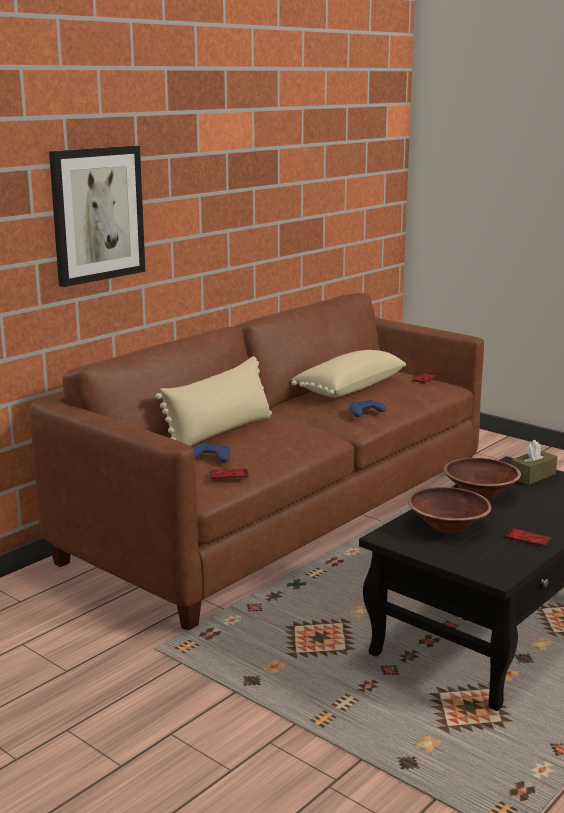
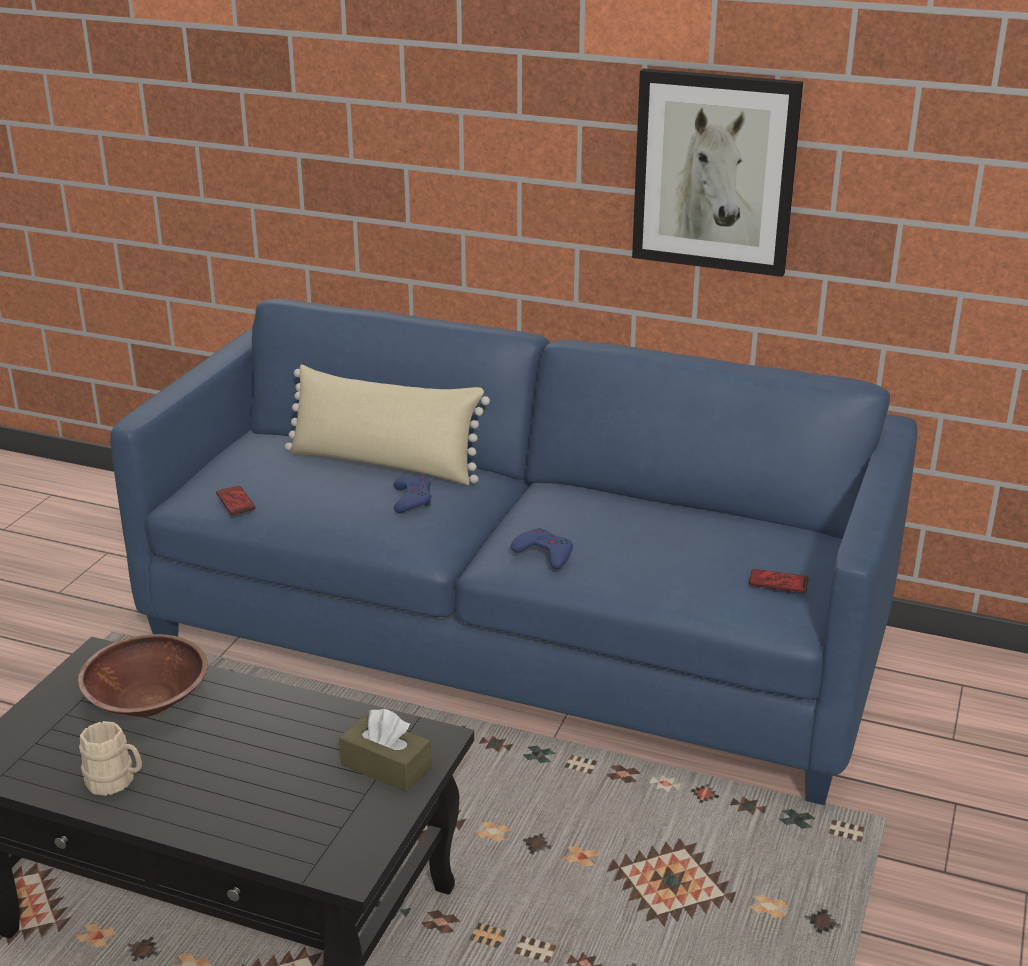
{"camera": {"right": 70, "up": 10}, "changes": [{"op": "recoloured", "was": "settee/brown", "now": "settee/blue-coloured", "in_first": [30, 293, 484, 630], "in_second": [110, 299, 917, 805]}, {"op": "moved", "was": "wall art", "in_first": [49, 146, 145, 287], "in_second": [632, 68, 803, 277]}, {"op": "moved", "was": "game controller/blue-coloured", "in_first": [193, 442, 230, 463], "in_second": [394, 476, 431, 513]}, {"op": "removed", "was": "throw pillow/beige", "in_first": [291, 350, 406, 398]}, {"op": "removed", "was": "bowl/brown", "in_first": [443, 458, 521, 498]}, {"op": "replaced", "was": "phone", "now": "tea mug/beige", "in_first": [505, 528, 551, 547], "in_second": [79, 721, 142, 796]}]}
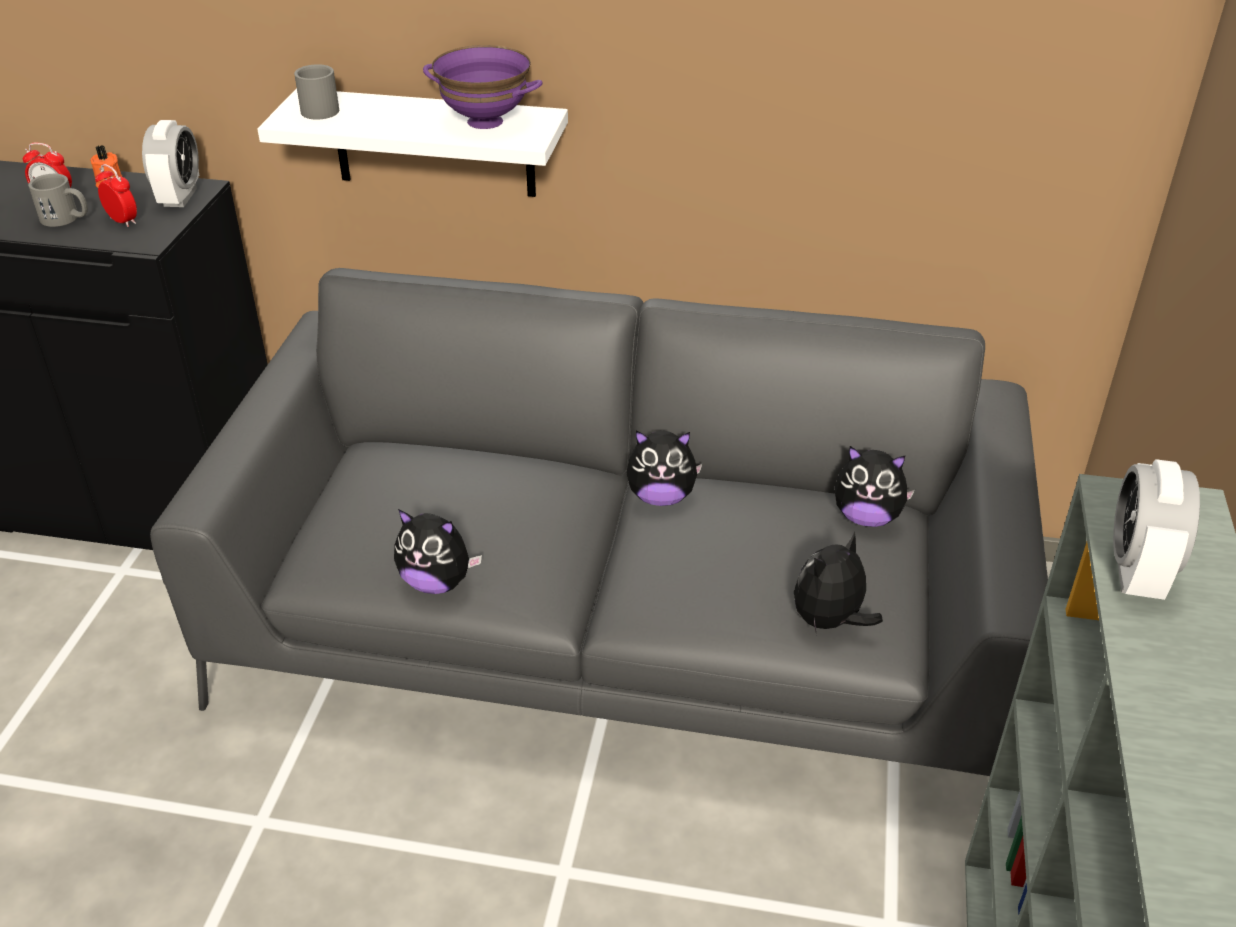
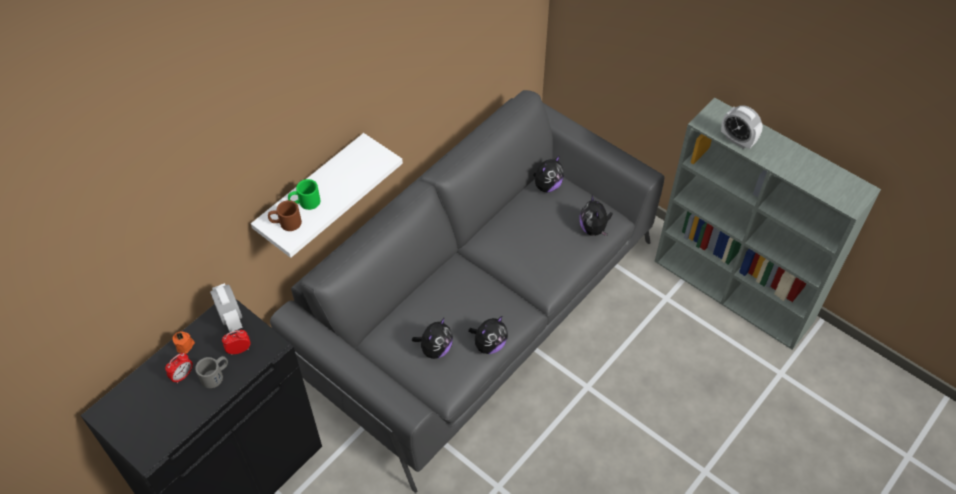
{"camera": {"right": -60, "up": 15}, "changes": [{"op": "turned", "was": "bedside clock", "in_first": [142, 120, 199, 207], "in_second": [210, 283, 243, 332], "clockwise": -150}, {"op": "recoloured", "was": "tea mug/grey", "now": "tea mug/brown", "in_first": [294, 64, 339, 120], "in_second": [268, 200, 302, 231]}, {"op": "removed", "was": "bowl/purple-coloured", "in_first": [423, 45, 543, 129]}, {"op": "moved", "was": "plush toy", "in_first": [626, 431, 703, 506], "in_second": [412, 317, 453, 359]}, {"op": "added", "now": "tea mug/greenish", "in_second": [288, 179, 321, 210]}]}
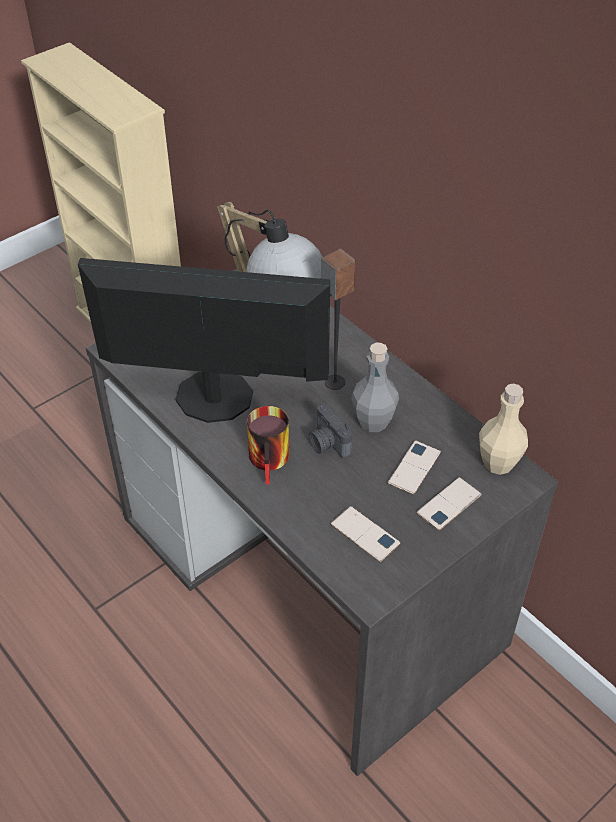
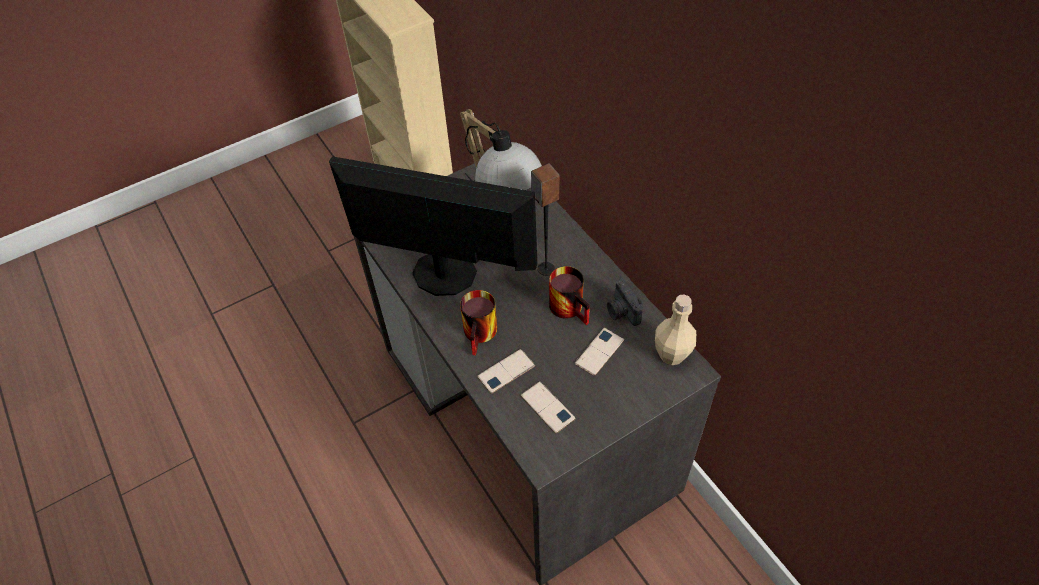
{"camera": {"right": 10, "up": 5}, "changes": [{"op": "moved", "was": "still camera", "in_first": [309, 404, 352, 458], "in_second": [607, 279, 643, 326]}, {"op": "replaced", "was": "beverage bottle/grey", "now": "tea mug", "in_first": [351, 343, 399, 432], "in_second": [549, 266, 590, 325]}, {"op": "moved", "was": "phone", "in_first": [417, 477, 482, 531], "in_second": [477, 349, 535, 394]}]}
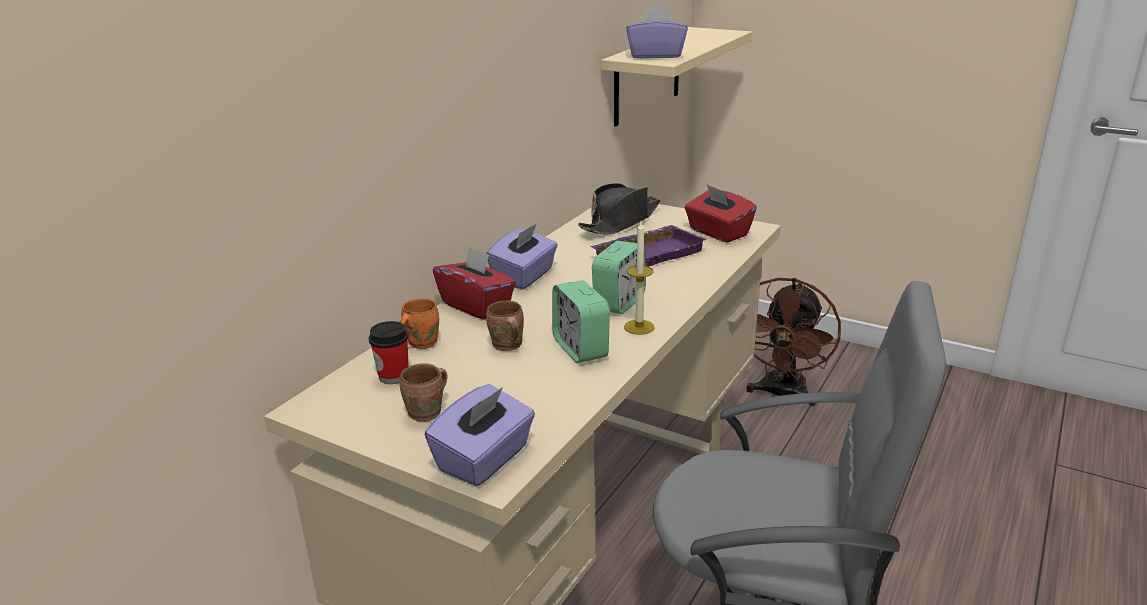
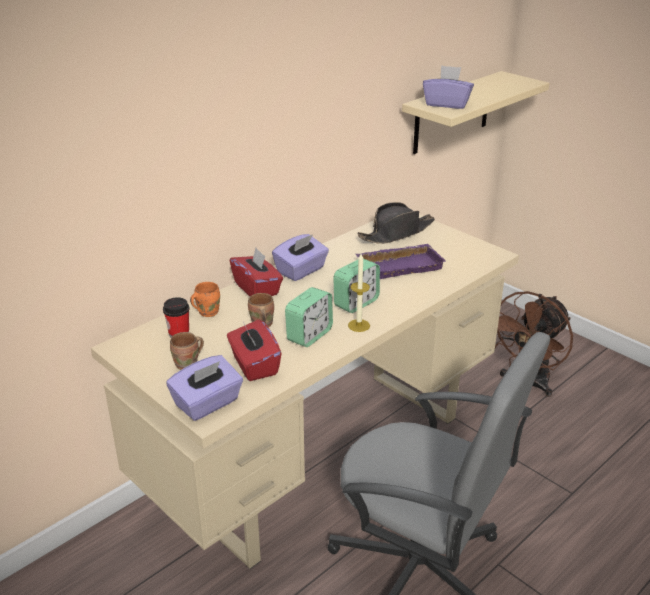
{"camera": {"right": 15, "up": 5}, "changes": [{"op": "turned", "was": "bedside clock", "in_first": [552, 280, 610, 363], "in_second": [285, 287, 333, 347], "clockwise": -135}, {"op": "moved", "was": "tissue holder/red-coloured", "in_first": [685, 185, 757, 243], "in_second": [227, 319, 281, 381]}]}
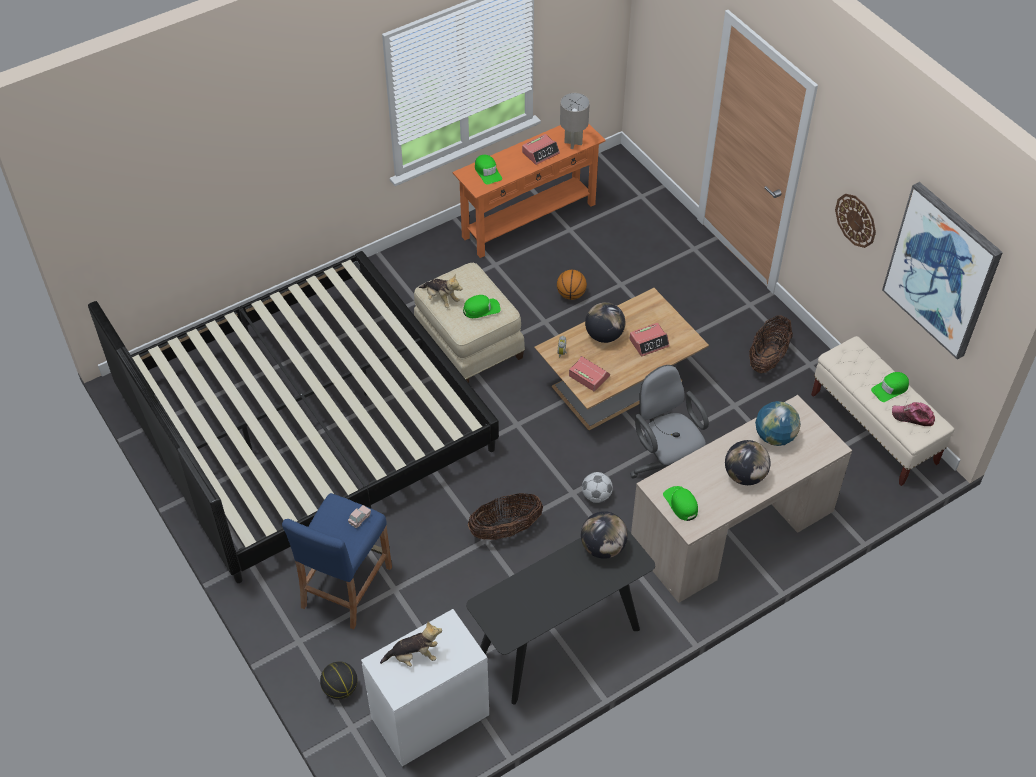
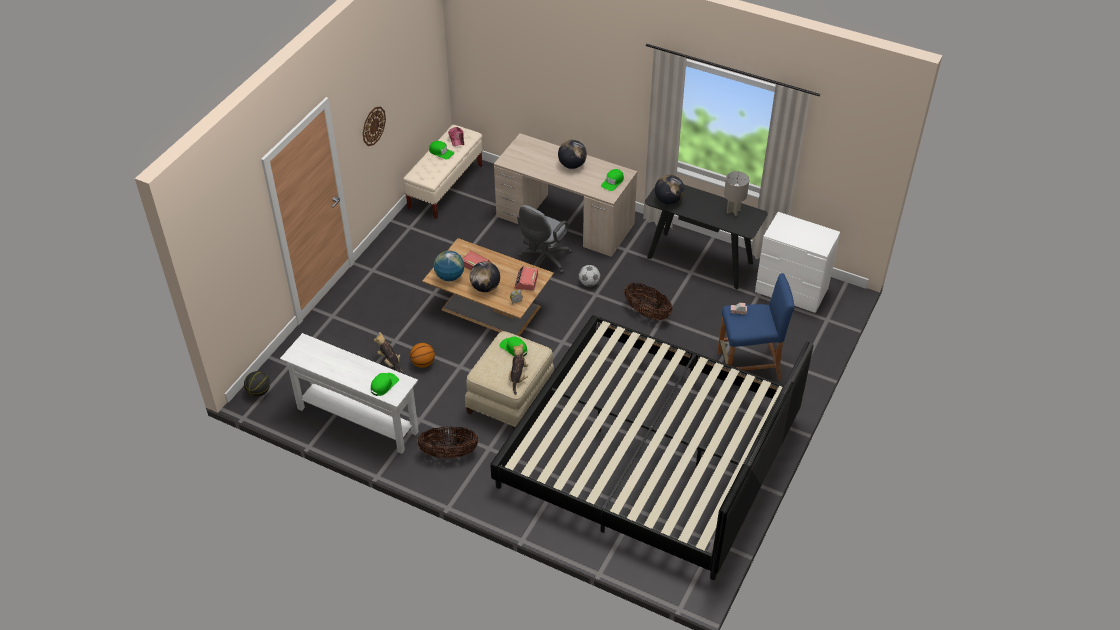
{"camera": {"right": -120, "up": -5}, "changes": [{"op": "moved", "was": "ball for basketball", "in_first": [320, 661, 358, 699], "in_second": [244, 371, 270, 397]}, {"op": "moved", "was": "plush toy", "in_first": [380, 621, 442, 667], "in_second": [374, 332, 404, 374]}, {"op": "recoloured", "was": "console table/orangey", "now": "console table/whitish", "in_first": [453, 124, 606, 258], "in_second": [280, 333, 419, 454]}, {"op": "removed", "was": "bedside clock", "in_first": [522, 134, 560, 165]}, {"op": "moved", "was": "table lamp/grey", "in_first": [560, 93, 590, 149], "in_second": [724, 171, 749, 216]}, {"op": "moved", "was": "storage basket", "in_first": [749, 315, 793, 373], "in_second": [417, 426, 478, 459]}, {"op": "moved", "was": "desk globe", "in_first": [755, 401, 801, 446], "in_second": [434, 251, 464, 281]}, {"op": "removed", "was": "wall art", "in_first": [882, 182, 1003, 360]}]}
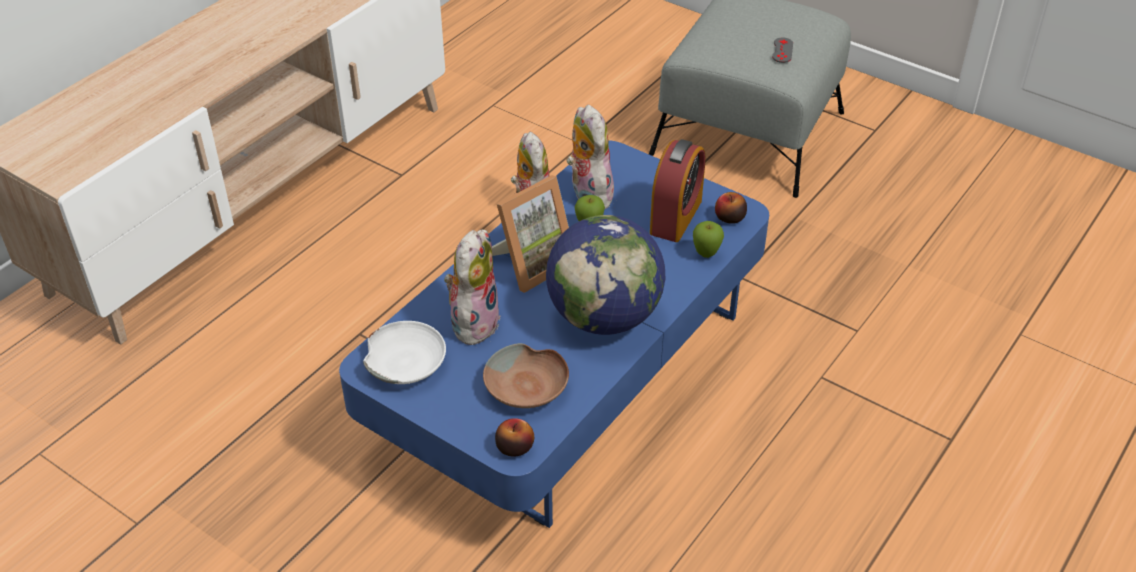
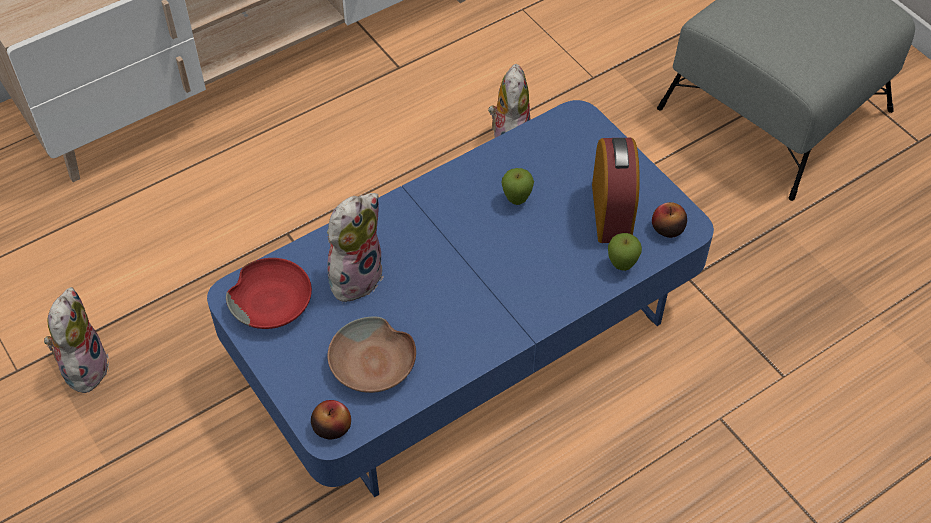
{"camera": {"right": 20, "up": 10}, "changes": [{"op": "recoloured", "was": "bowl/whitish", "now": "bowl/red-coloured", "in_first": [363, 321, 446, 384], "in_second": [226, 258, 312, 329]}, {"op": "removed", "was": "standing frame", "in_first": [492, 175, 569, 293]}, {"op": "removed", "was": "desk globe", "in_first": [546, 215, 665, 335]}, {"op": "moved", "was": "plush toy", "in_first": [566, 104, 614, 209], "in_second": [44, 287, 109, 393]}, {"op": "turned", "was": "bedside clock", "in_first": [650, 139, 705, 242], "in_second": [592, 138, 640, 243], "clockwise": -45}, {"op": "removed", "was": "game controller/grey", "in_first": [772, 37, 793, 63]}]}
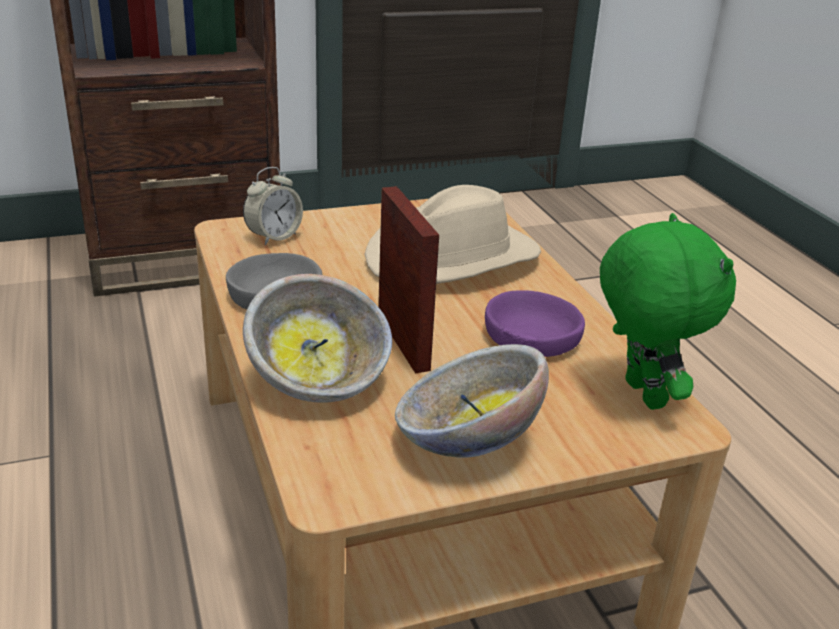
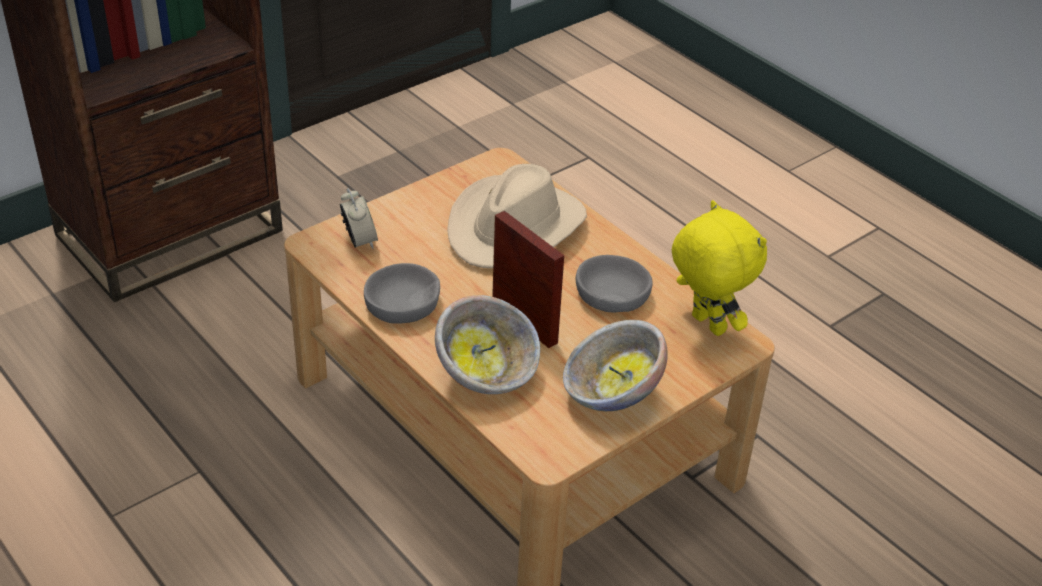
{"camera": {"right": -20, "up": 10}, "changes": [{"op": "turned", "was": "bedside clock", "in_first": [243, 167, 303, 245], "in_second": [340, 188, 378, 249], "clockwise": -45}, {"op": "recoloured", "was": "bowl/purple-coloured", "now": "bowl/grey", "in_first": [485, 290, 585, 357], "in_second": [576, 255, 653, 313]}, {"op": "recoloured", "was": "plush toy/greenish", "now": "plush toy/yellow-coloured", "in_first": [600, 213, 736, 410], "in_second": [672, 200, 767, 336]}]}
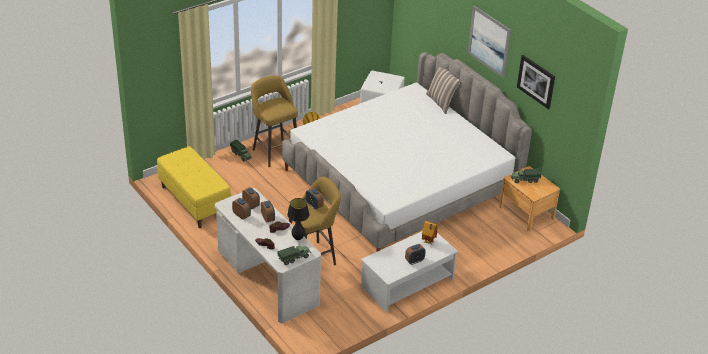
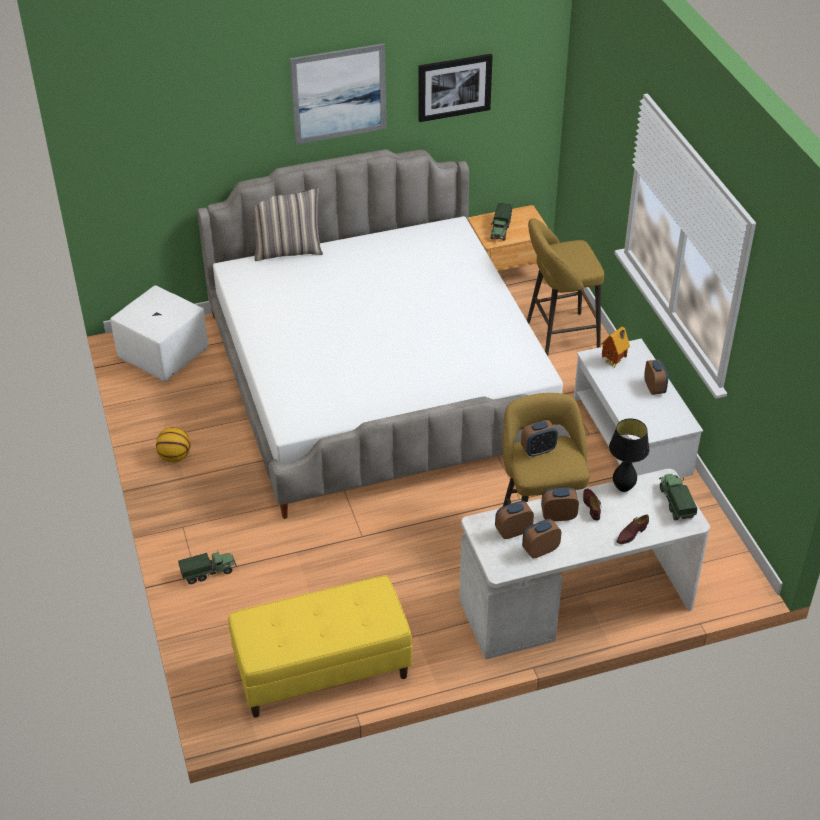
{"camera": {"right": -70, "up": 5}, "changes": [{"op": "moved", "was": "stool seat/yellow-coloured", "in_first": [251, 76, 298, 167], "in_second": [527, 218, 604, 356]}]}
